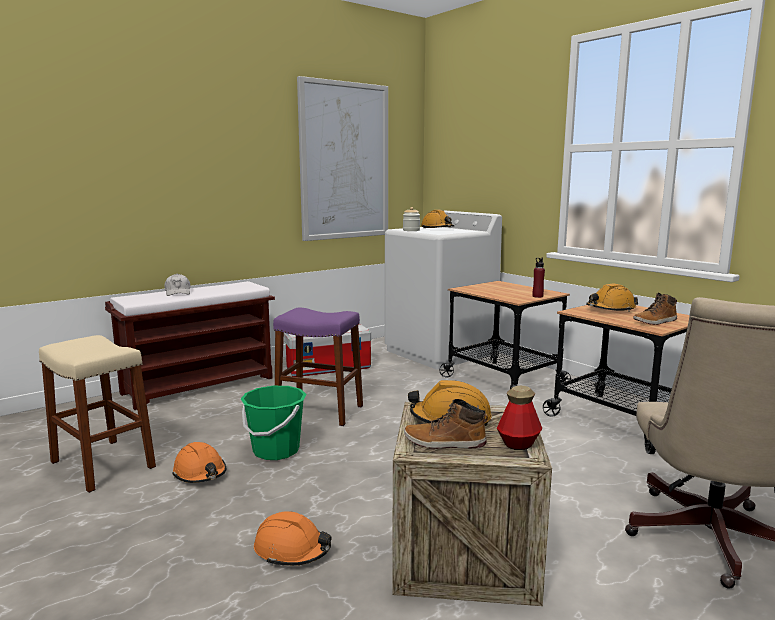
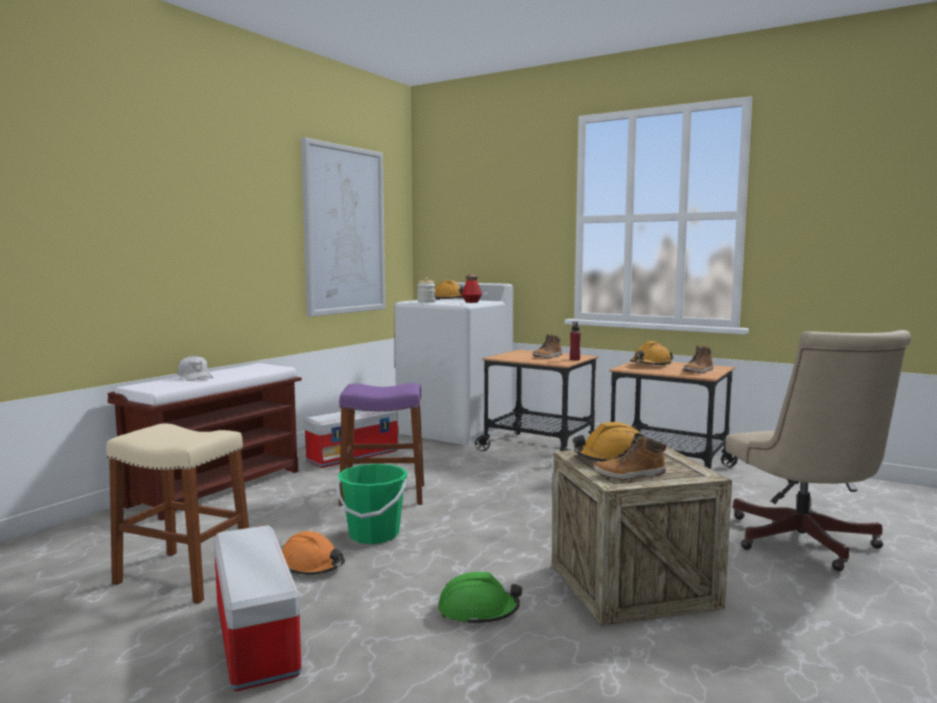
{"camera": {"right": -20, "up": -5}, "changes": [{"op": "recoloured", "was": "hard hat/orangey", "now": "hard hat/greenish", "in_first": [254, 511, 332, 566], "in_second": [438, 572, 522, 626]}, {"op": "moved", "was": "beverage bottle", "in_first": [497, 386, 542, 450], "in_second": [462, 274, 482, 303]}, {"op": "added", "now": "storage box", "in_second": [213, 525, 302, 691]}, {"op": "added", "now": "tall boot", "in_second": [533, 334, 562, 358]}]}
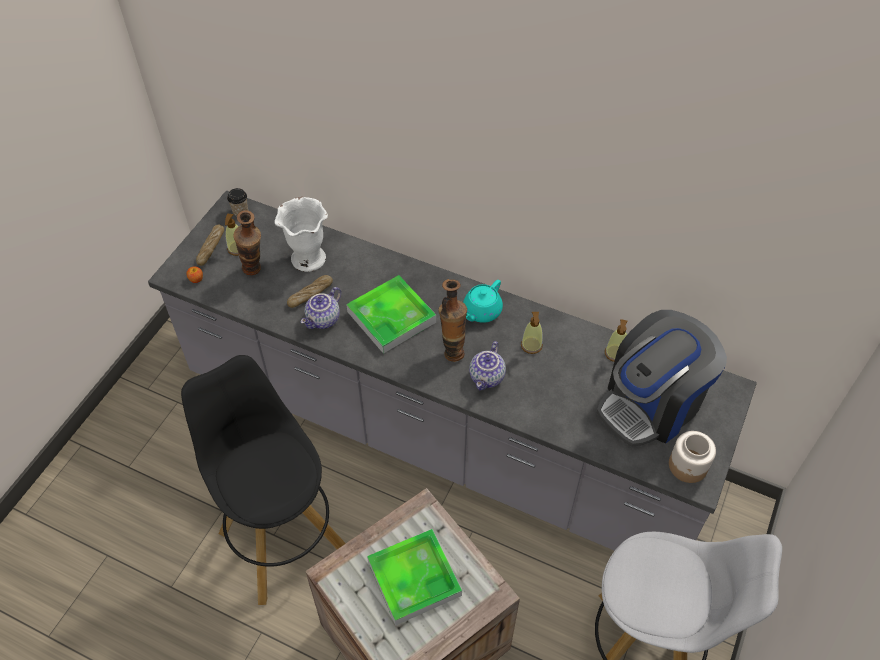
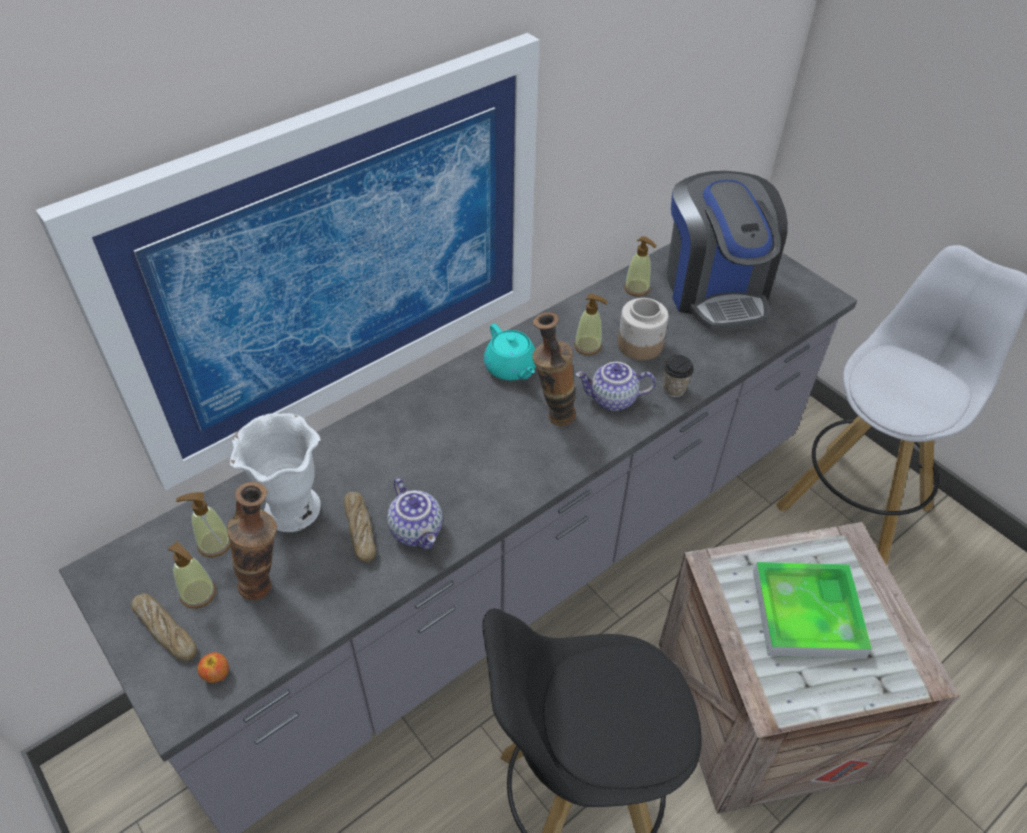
{"camera": {"right": -65, "up": -5}, "changes": [{"op": "moved", "was": "small cup", "in_first": [227, 188, 248, 216], "in_second": [663, 355, 694, 397]}, {"op": "removed", "was": "carrying tray", "in_first": [346, 275, 436, 354]}, {"op": "turned", "was": "tea pot", "in_first": [469, 341, 506, 390], "in_second": [575, 362, 656, 411], "clockwise": 135}, {"op": "moved", "was": "preserve jar", "in_first": [669, 431, 716, 483], "in_second": [618, 298, 669, 360]}, {"op": "added", "now": "wall art", "in_second": [35, 33, 539, 491]}, {"op": "added", "now": "soap bottle", "in_second": [176, 492, 230, 557]}]}
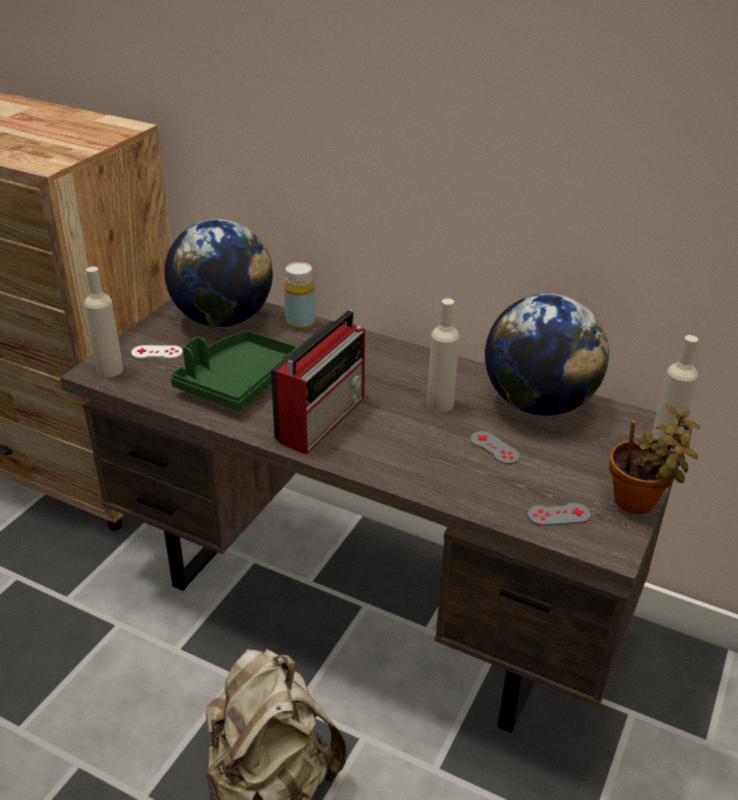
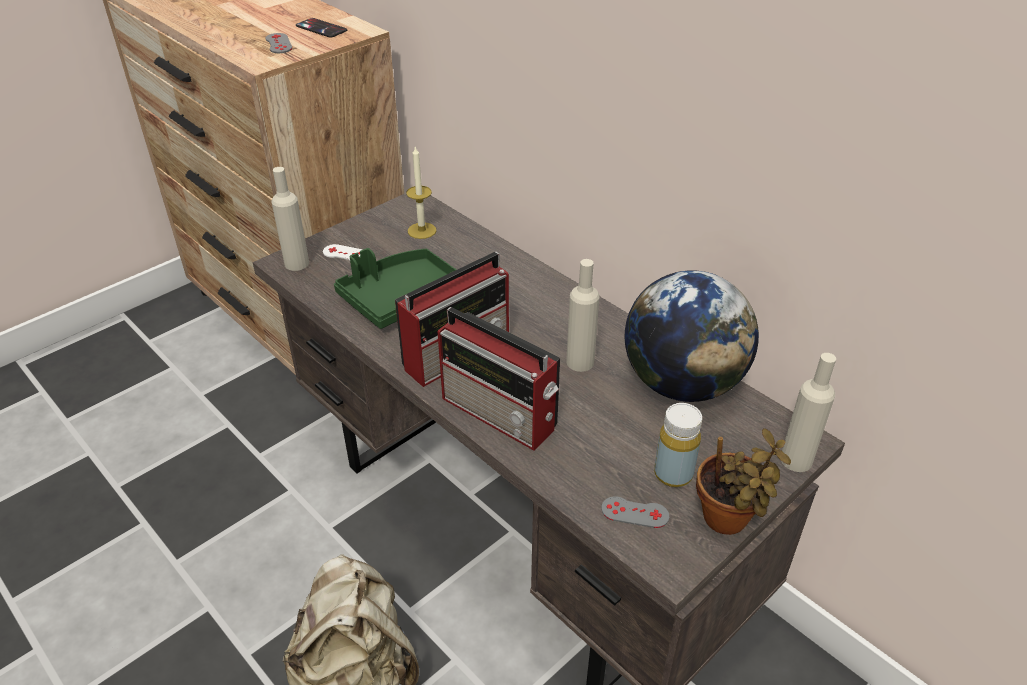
{"camera": {"right": 20, "up": 5}, "changes": [{"op": "replaced", "was": "desk globe", "now": "wax candle", "in_first": [164, 219, 273, 327], "in_second": [406, 147, 436, 239]}, {"op": "moved", "was": "beverage bottle/yellow-coloured", "in_first": [284, 262, 315, 330], "in_second": [654, 403, 702, 487]}, {"op": "moved", "was": "game controller/grey", "in_first": [470, 431, 520, 464], "in_second": [265, 33, 292, 53]}, {"op": "added", "now": "phone", "in_second": [296, 18, 347, 38]}, {"op": "added", "now": "radio", "in_second": [438, 307, 560, 451]}]}
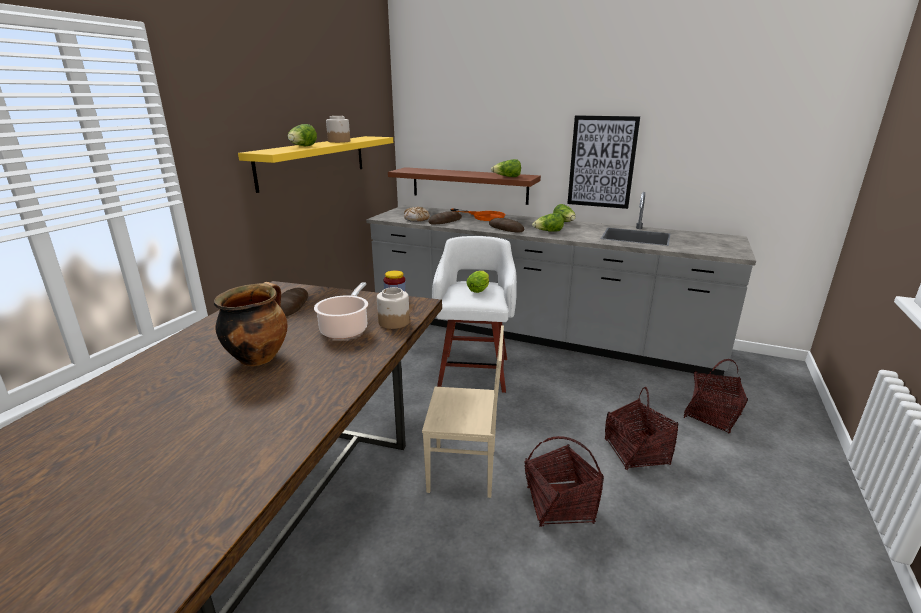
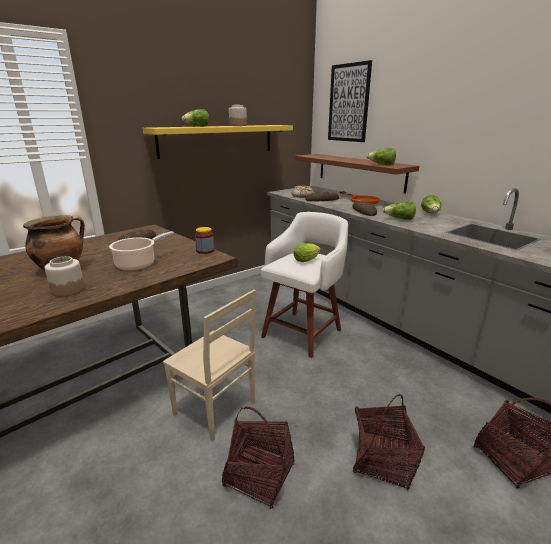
{"camera": {"right": 30, "up": 0}, "changes": [{"op": "moved", "was": "preserve jar", "in_first": [377, 287, 410, 329], "in_second": [45, 256, 85, 297]}, {"op": "moved", "was": "wall art", "in_first": [567, 115, 640, 209], "in_second": [328, 60, 372, 142]}]}
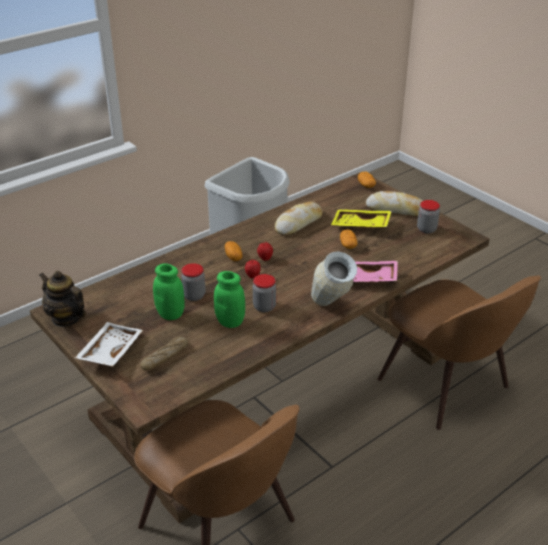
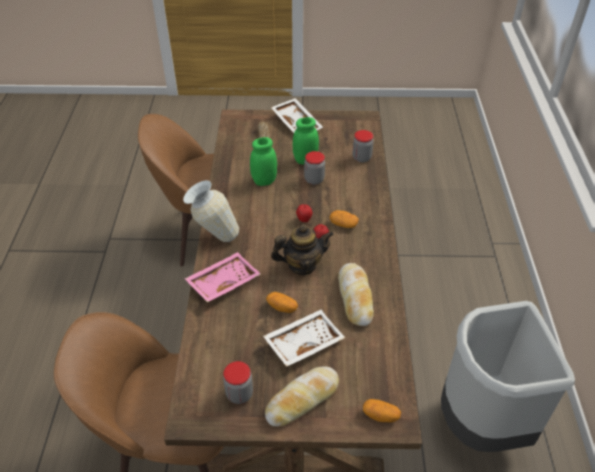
{"camera": {"right": 130, "up": 10}, "changes": [{"op": "moved", "was": "tea pot", "in_first": [39, 271, 86, 327], "in_second": [271, 224, 334, 275]}, {"op": "moved", "was": "preserve jar", "in_first": [253, 274, 276, 312], "in_second": [352, 130, 374, 163]}, {"op": "recoloured", "was": "carrying tray/yellow-coloured", "now": "carrying tray/whitish", "in_first": [331, 209, 392, 228], "in_second": [263, 310, 345, 367]}]}
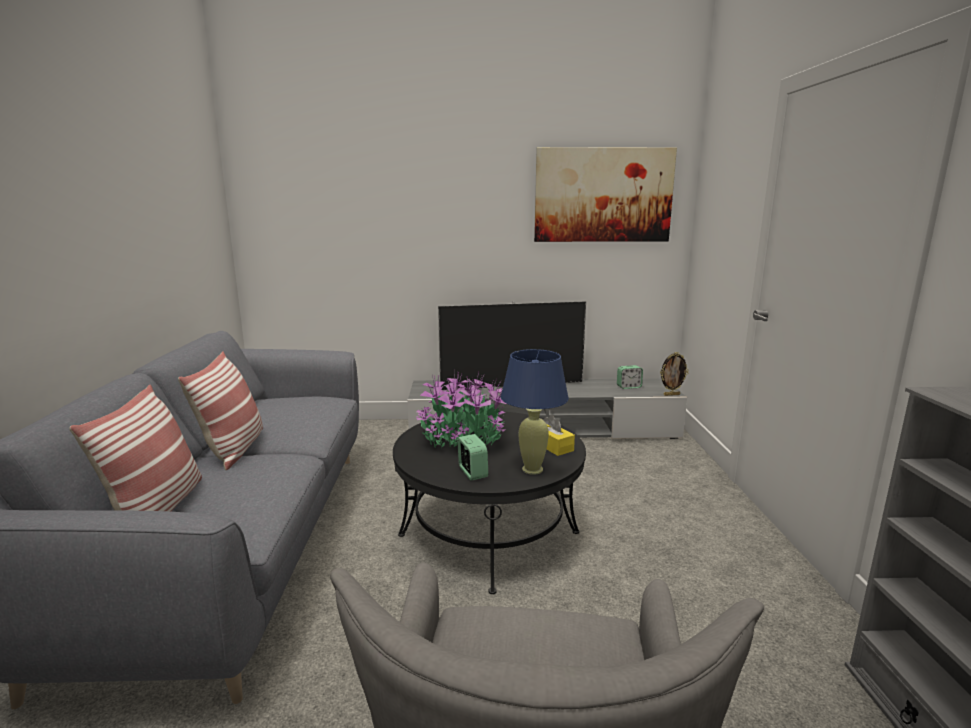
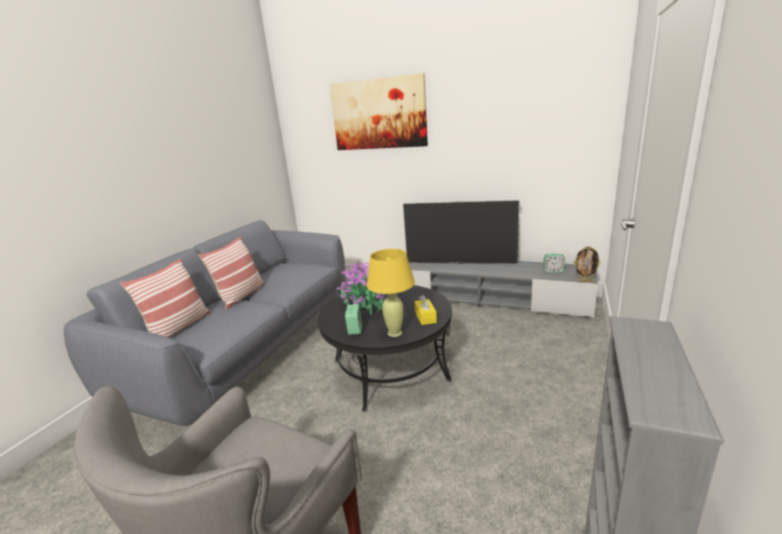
{"camera": {"right": 25, "up": 5}, "changes": [{"op": "recoloured", "was": "table lamp/blue-coloured", "now": "table lamp/yellow-coloured", "in_first": [501, 349, 569, 475], "in_second": [367, 249, 415, 337]}, {"op": "moved", "was": "wall art", "in_first": [534, 147, 677, 242], "in_second": [330, 73, 428, 150]}]}
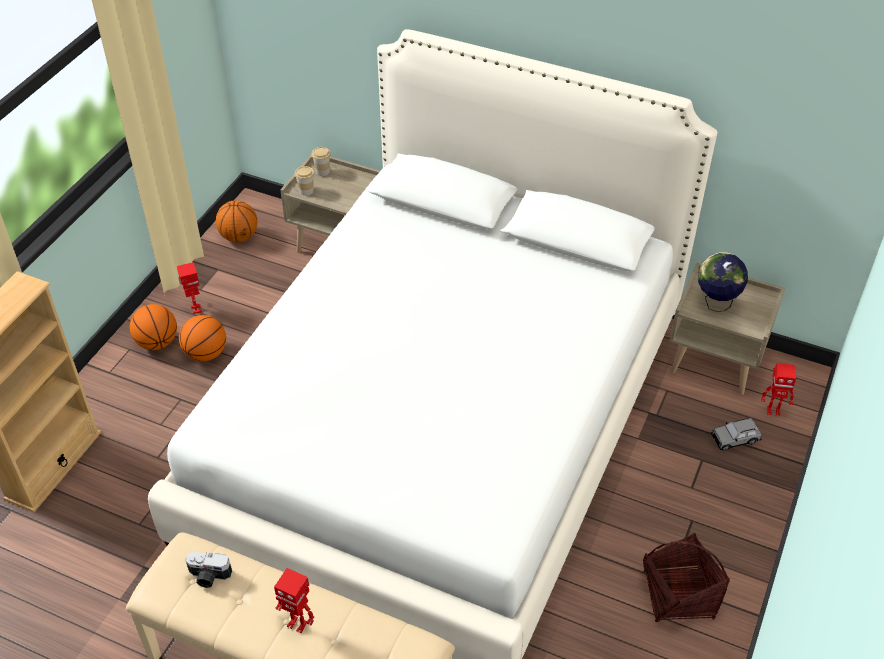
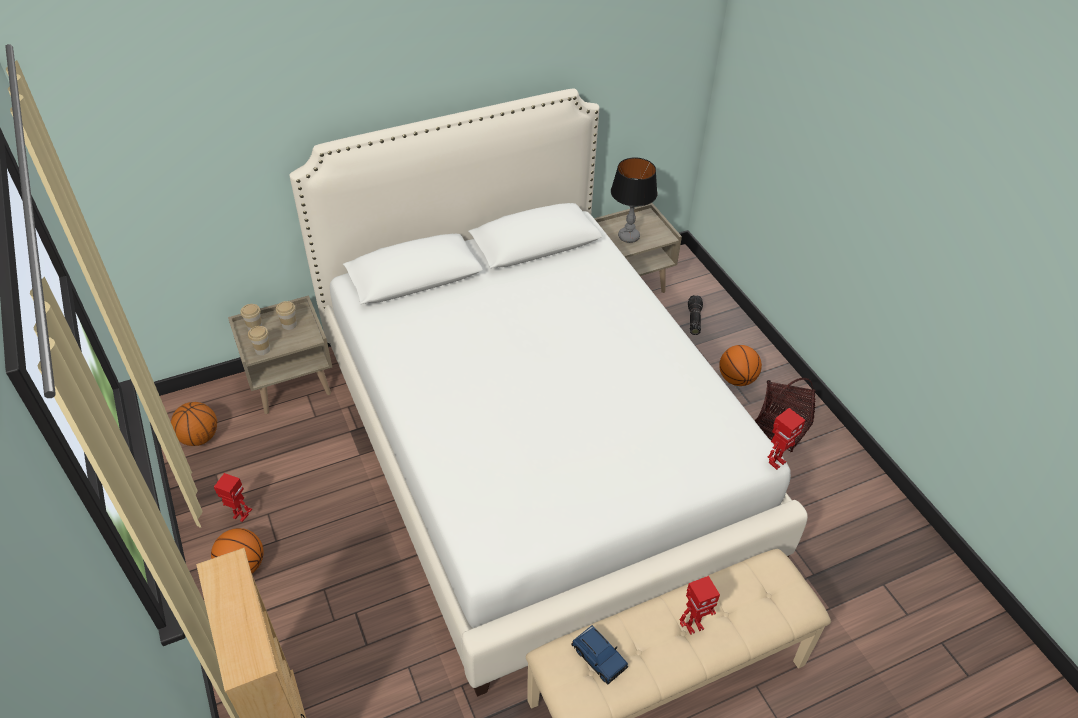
{"camera": {"right": -50, "up": 0}, "changes": [{"op": "moved", "was": "ball for basketball", "in_first": [179, 315, 226, 362], "in_second": [719, 345, 762, 386]}, {"op": "replaced", "was": "still camera", "now": "miniature car/blue-coloured", "in_first": [186, 552, 232, 588], "in_second": [571, 625, 628, 684]}, {"op": "replaced", "was": "desk globe", "now": "table lamp", "in_first": [698, 252, 748, 312], "in_second": [611, 157, 657, 243]}, {"op": "replaced", "was": "miniature car/grey", "now": "torch", "in_first": [711, 418, 762, 451], "in_second": [688, 295, 703, 335]}, {"op": "moved", "was": "robot figure", "in_first": [761, 363, 796, 416], "in_second": [768, 408, 805, 470]}, {"op": "added", "now": "small cup", "in_second": [276, 301, 297, 330]}]}
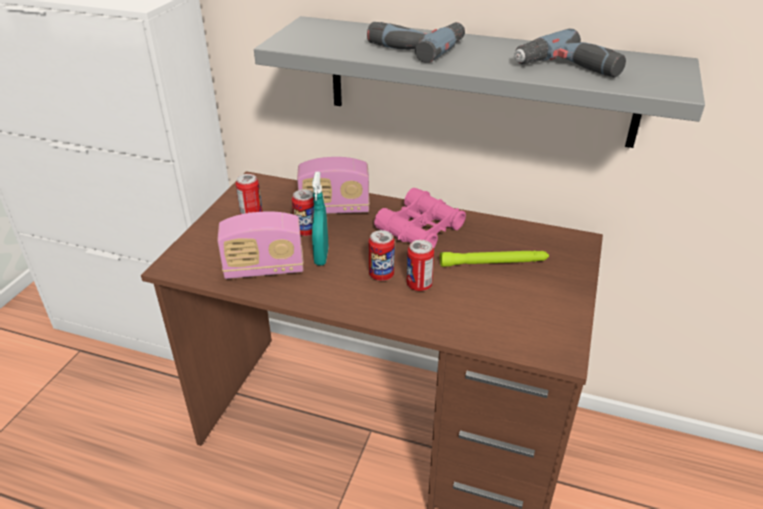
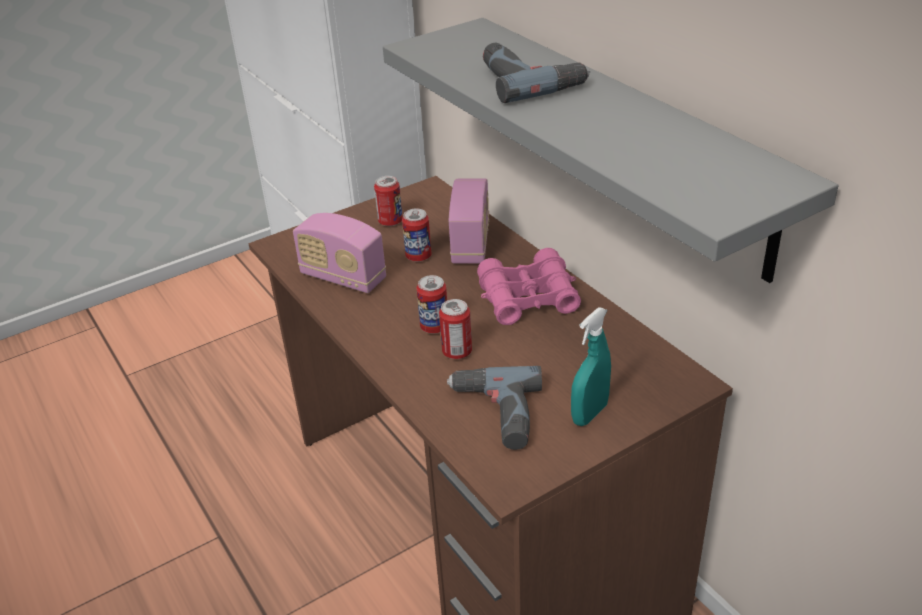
{"camera": {"right": 40, "up": 0}, "changes": [{"op": "turned", "was": "radio", "in_first": [297, 157, 370, 214], "in_second": [449, 178, 489, 264], "clockwise": -120}, {"op": "moved", "was": "sprayer/blue-green", "in_first": [312, 172, 328, 266], "in_second": [571, 307, 611, 426]}, {"op": "removed", "was": "torch/greenish", "in_first": [440, 250, 549, 267]}, {"op": "moved", "was": "drill", "in_first": [514, 29, 626, 77], "in_second": [447, 366, 542, 450]}]}
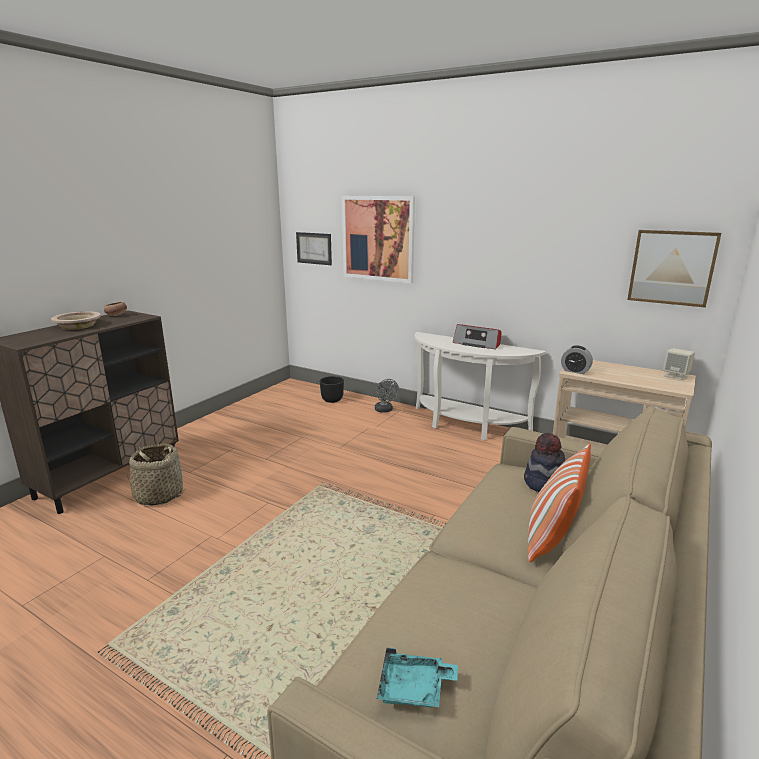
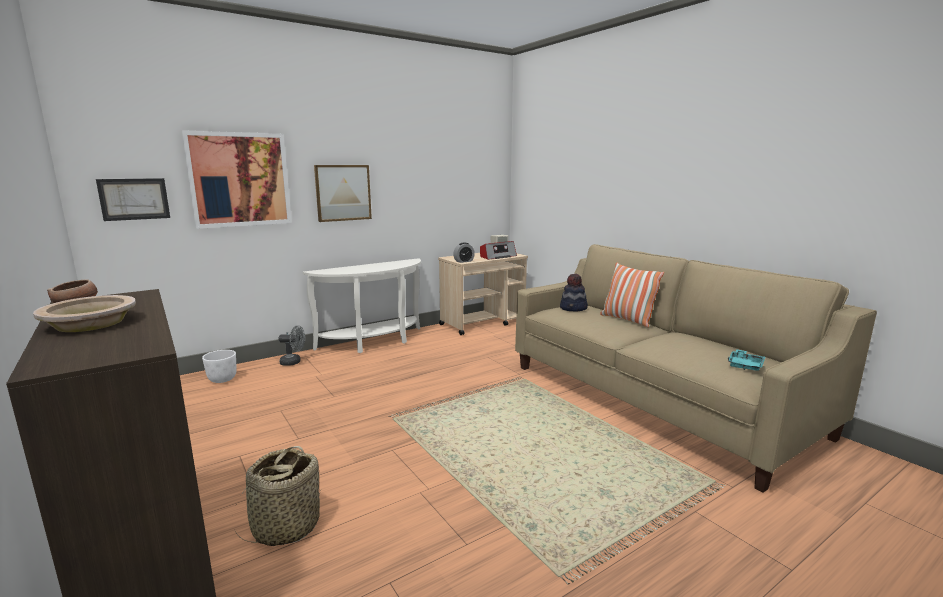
{"camera": {"right": -65, "up": -5}, "changes": [{"op": "recoloured", "was": "flower pot/black", "now": "flower pot/whitish", "in_first": [320, 376, 344, 403], "in_second": [202, 350, 237, 383]}, {"op": "moved", "was": "radio", "in_first": [453, 324, 502, 350], "in_second": [480, 241, 517, 260]}, {"op": "moved", "was": "wall art", "in_first": [627, 230, 721, 308], "in_second": [314, 165, 372, 222]}]}
